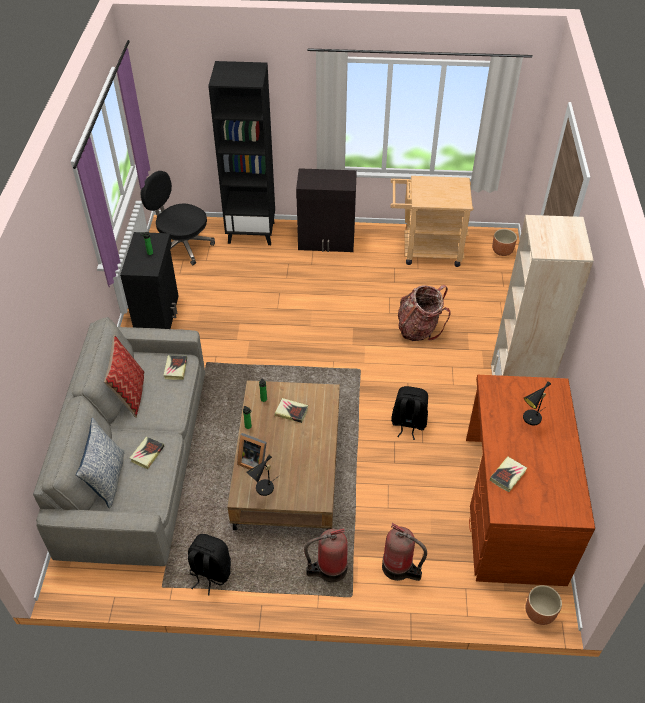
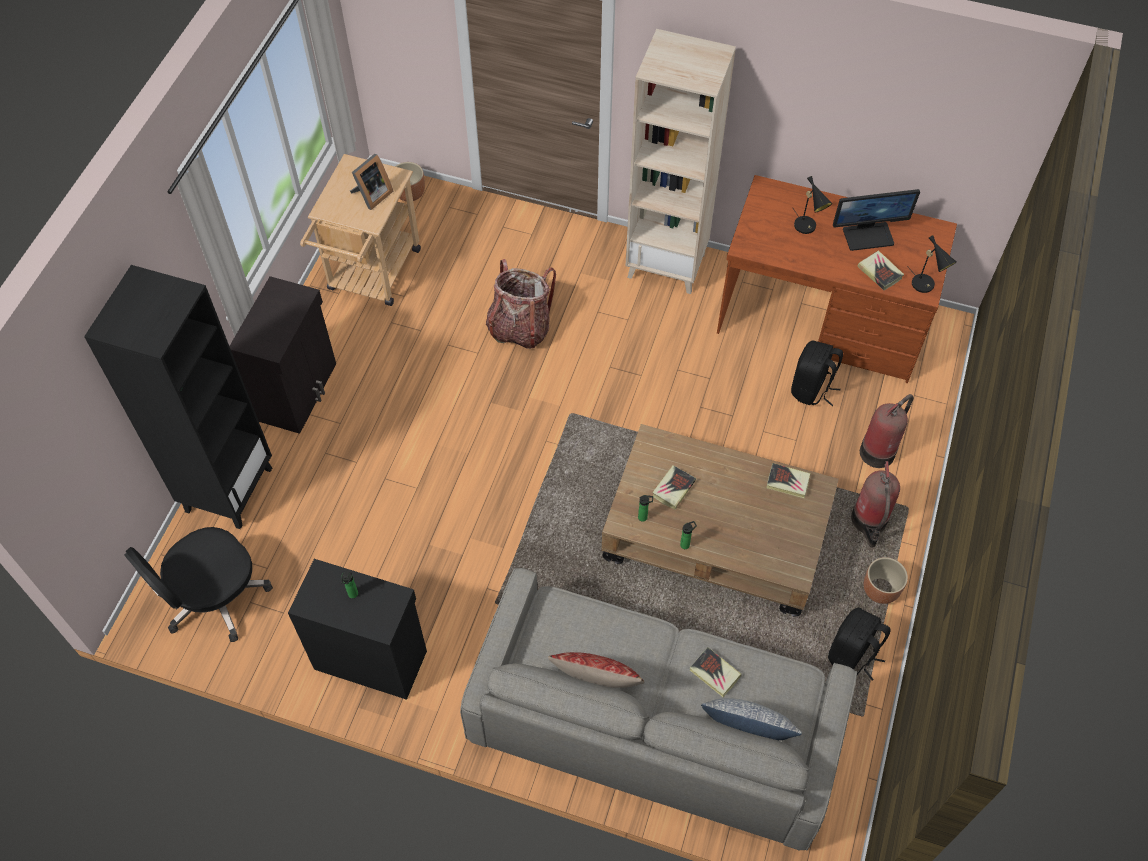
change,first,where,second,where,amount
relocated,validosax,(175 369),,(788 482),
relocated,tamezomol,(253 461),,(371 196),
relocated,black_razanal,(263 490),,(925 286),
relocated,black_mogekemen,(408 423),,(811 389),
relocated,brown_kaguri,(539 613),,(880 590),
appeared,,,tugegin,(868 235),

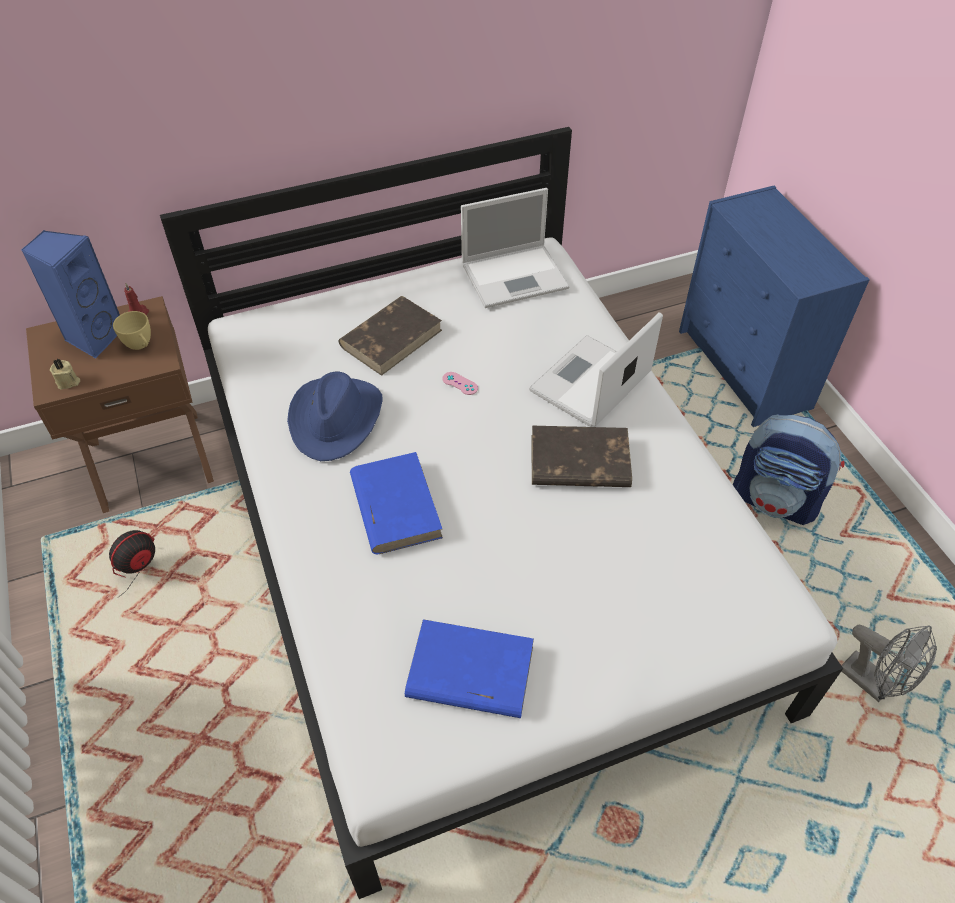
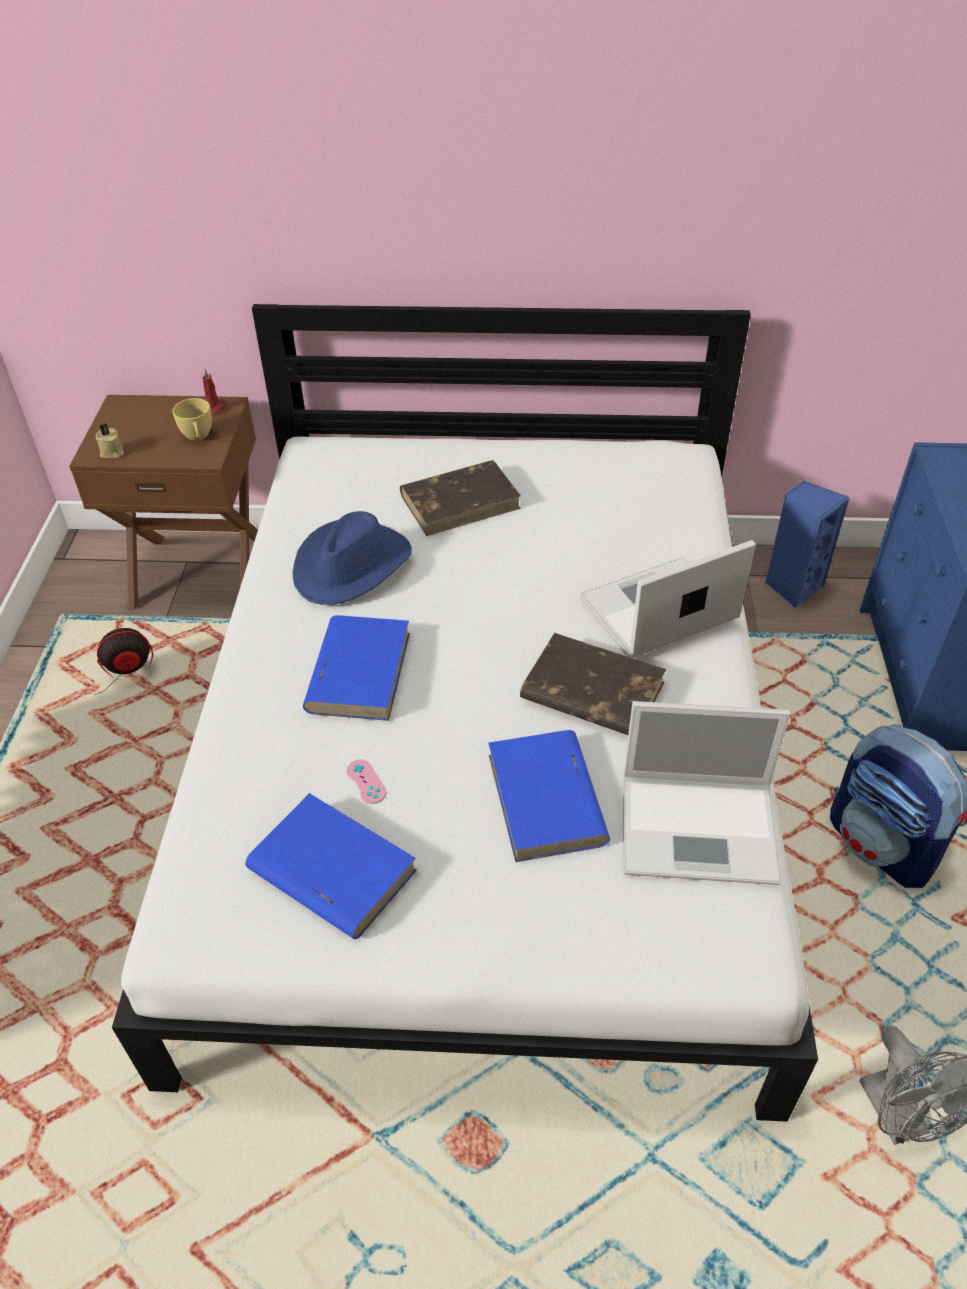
change,first,where,second,where,amount
relocated,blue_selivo,(94 337),,(792 587),
relocated,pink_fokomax,(460 383),,(366 781),
relocated,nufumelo,(516 275),,(701 828),
appeared,,,blue_validosax,(547 800),

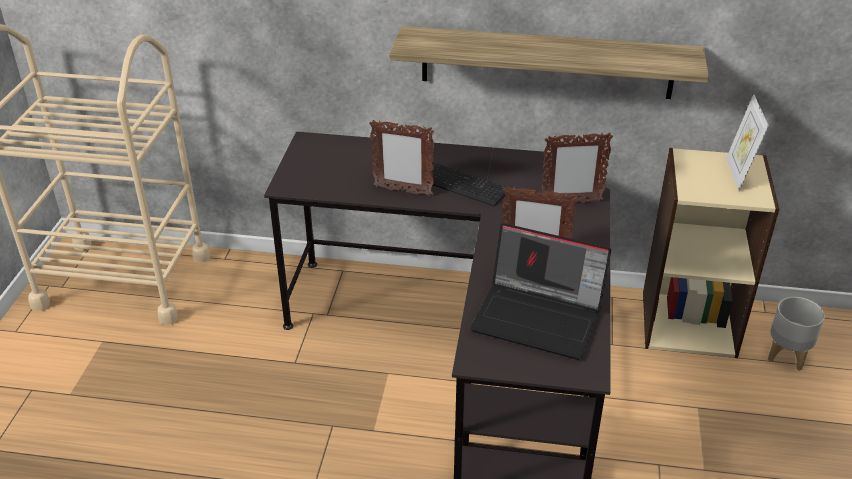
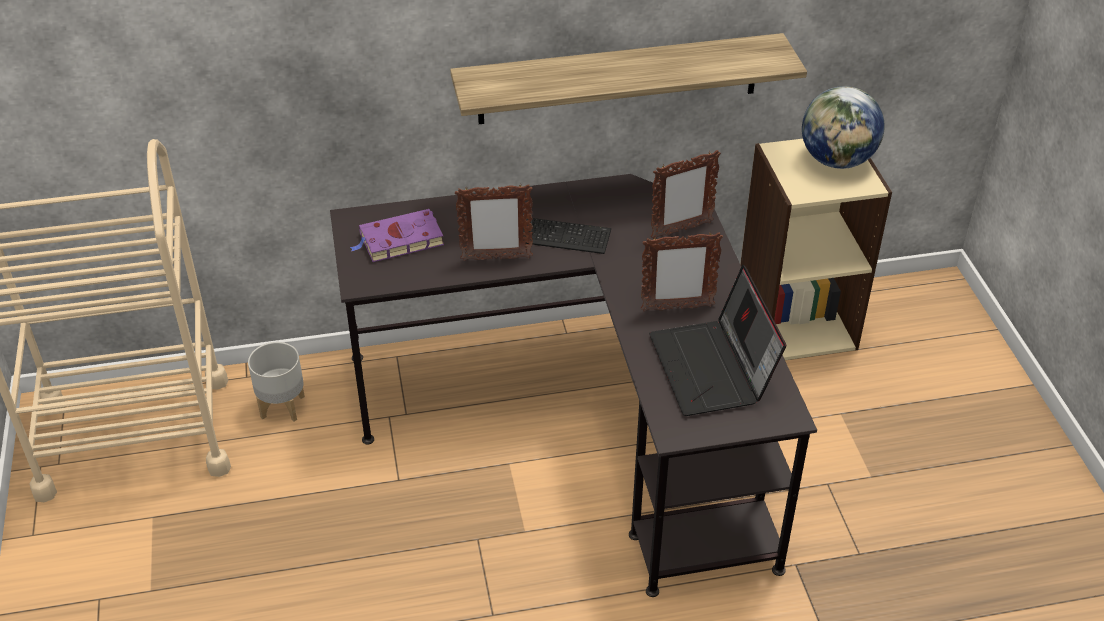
change,first,where,second,where,amount
spun,nufumelo,(539 317),,(713 369),75 degrees clockwise
exchanged,tamezomol,(738 174),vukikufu,(837 161),
relocated,grey_kaguri,(787 356),,(283 407),
appeared,,,purple_validosax,(399 240),

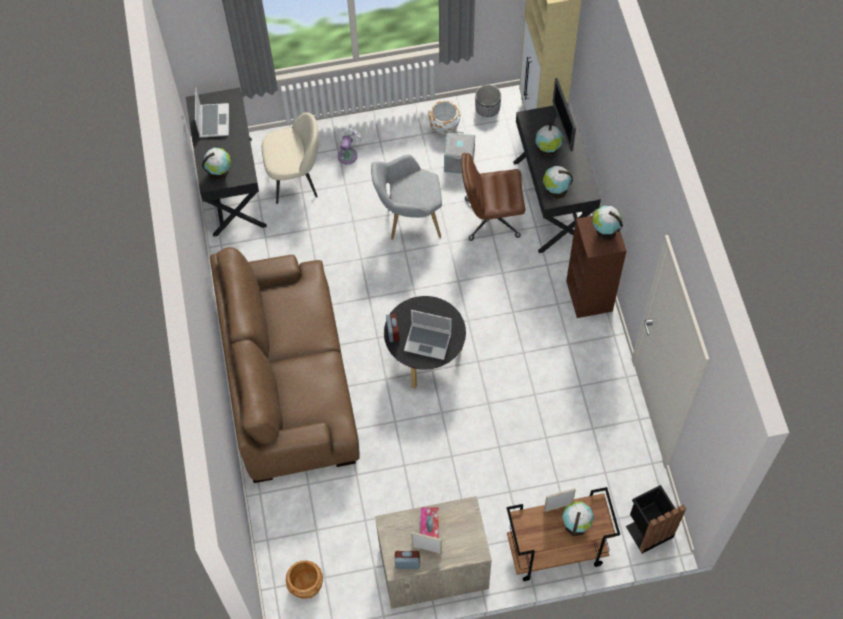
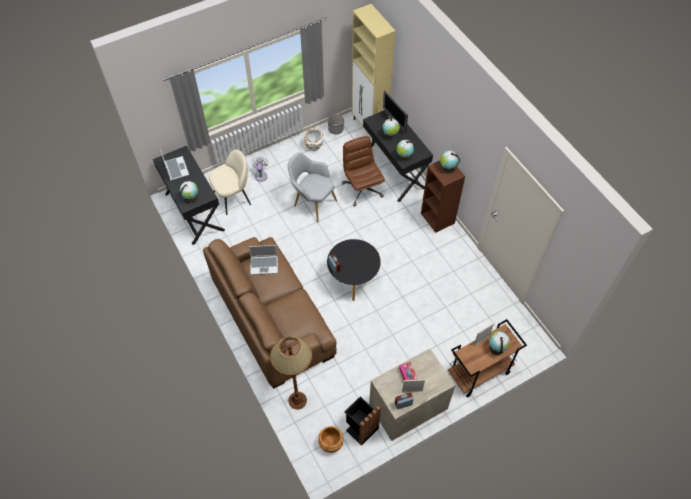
change,first,where,second,where,amount
spun,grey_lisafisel,(409 219),,(312 202),60 degrees clockwise
relocated,nufumelo,(428 341),,(264 265),
missing,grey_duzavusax,(460 161),,,
spun,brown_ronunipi,(491 218),,(362 189),90 degrees clockwise
relocated,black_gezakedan,(648 530),,(361 428),
appeared,,,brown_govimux,(297 400),

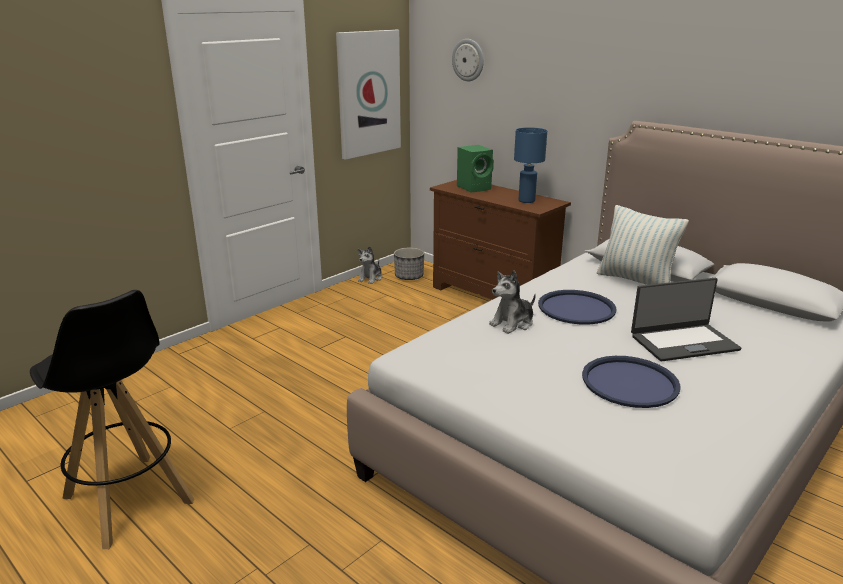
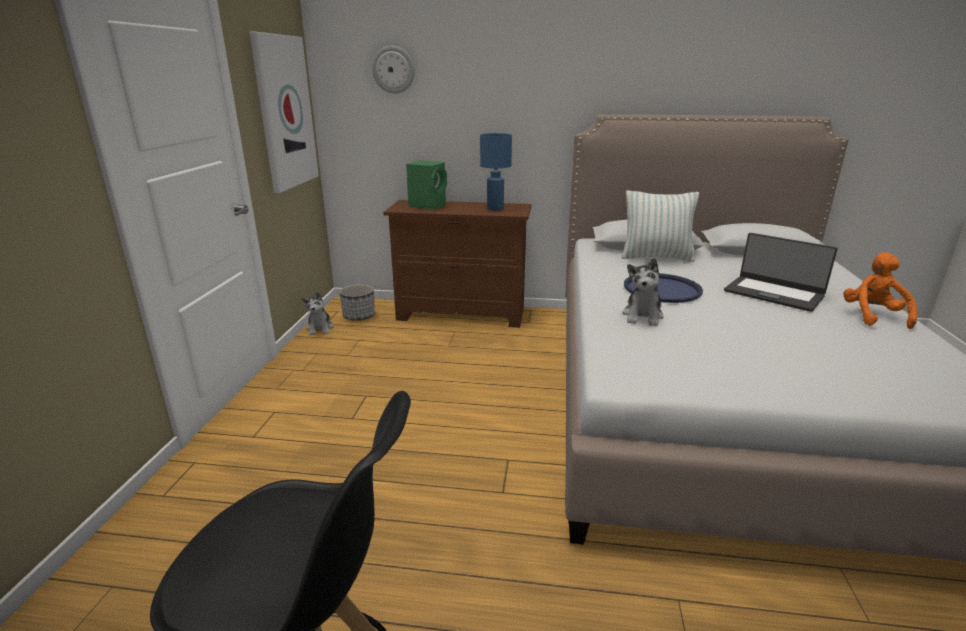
change,first,where,second,where,amount
missing,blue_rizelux,(630 382),,,
spun,nufumelo,(683 342),,(773 293),90 degrees clockwise
appeared,,,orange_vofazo,(872 316),

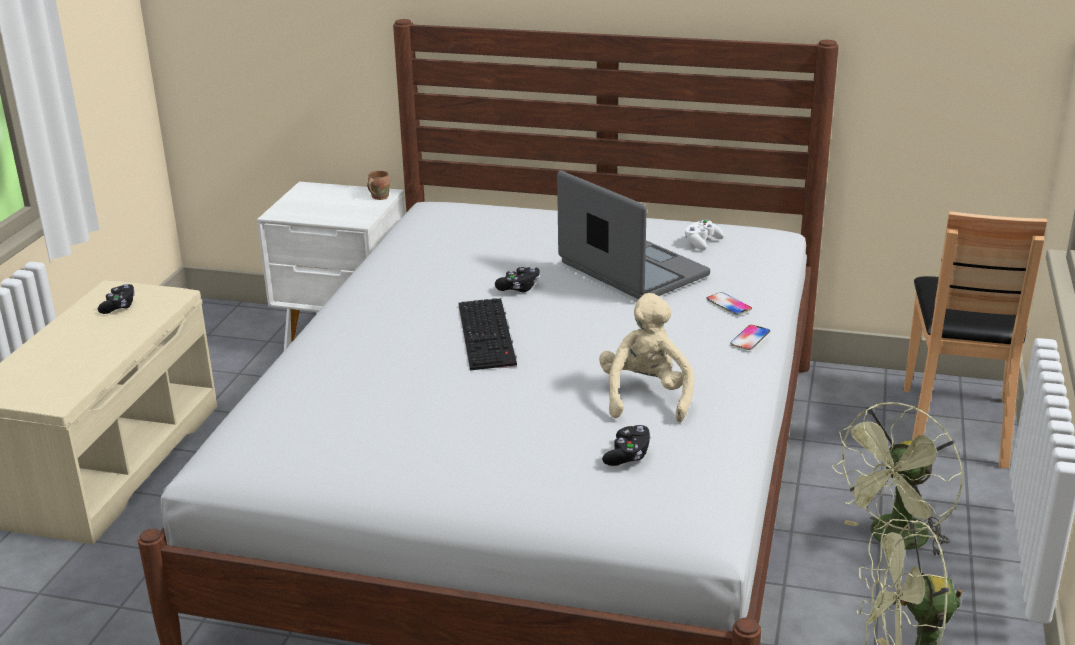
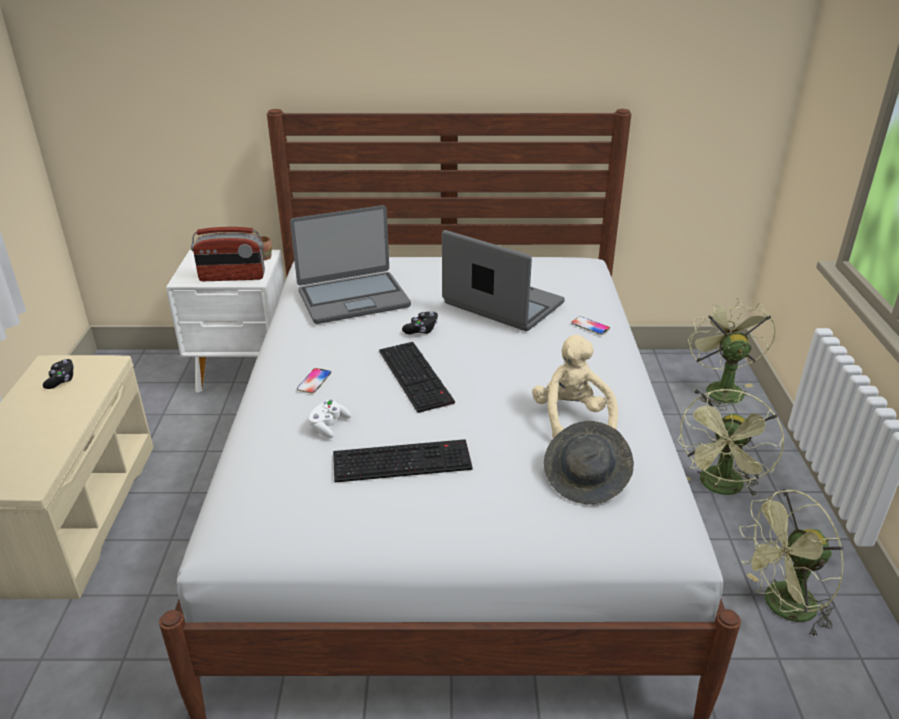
change,first,where,second,where,amount
exchanged,black_fokomax,(628 456),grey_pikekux,(587 478),
relocated,white_fokomax,(702 243),,(329 426),
relocated,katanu,(750 338),,(314 381),
exchanged,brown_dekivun,(956 426),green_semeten,(720 388),
appeared,,,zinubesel,(232 277),
appeared,,,nufumelo,(353 298),
appeared,,,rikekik,(403 460),

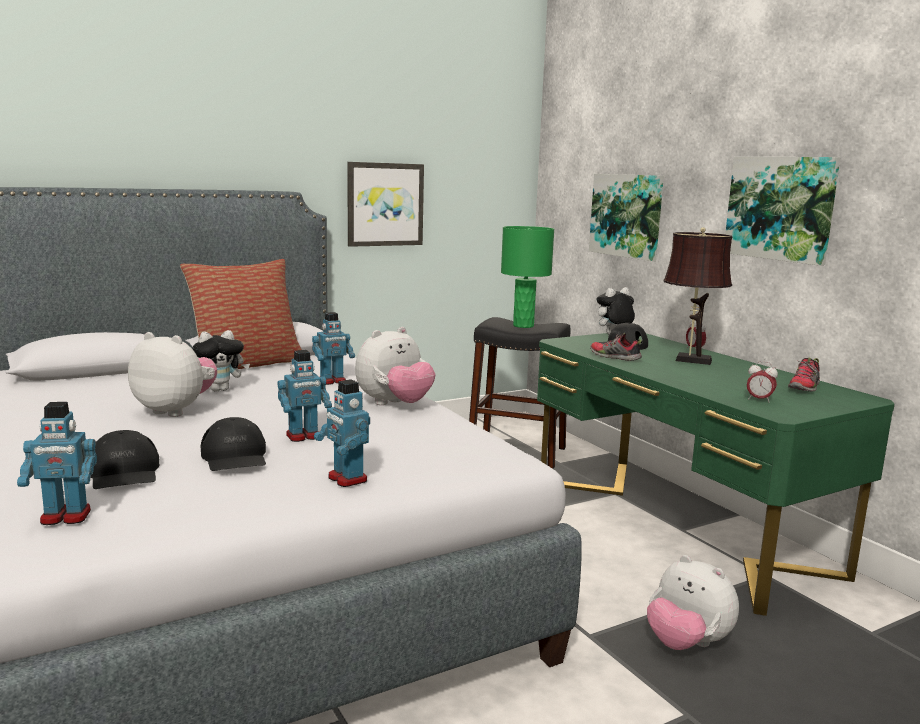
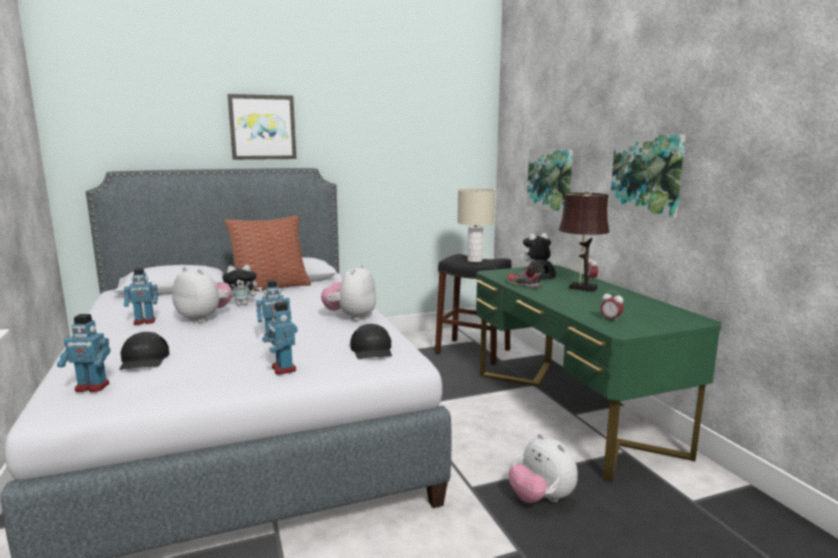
change,first,where,second,where,amount
relocated,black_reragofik,(235 457),,(372 350),
relocated,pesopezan,(332 381),,(144 322),
relocated,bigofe,(385 204),,(262 127),
spun,vofazo,(394 404),,(351 317),135 degrees clockwise
colour,green_razanal,(523 326),beige_razanal,(474 260),
missing,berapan,(804 388),,,

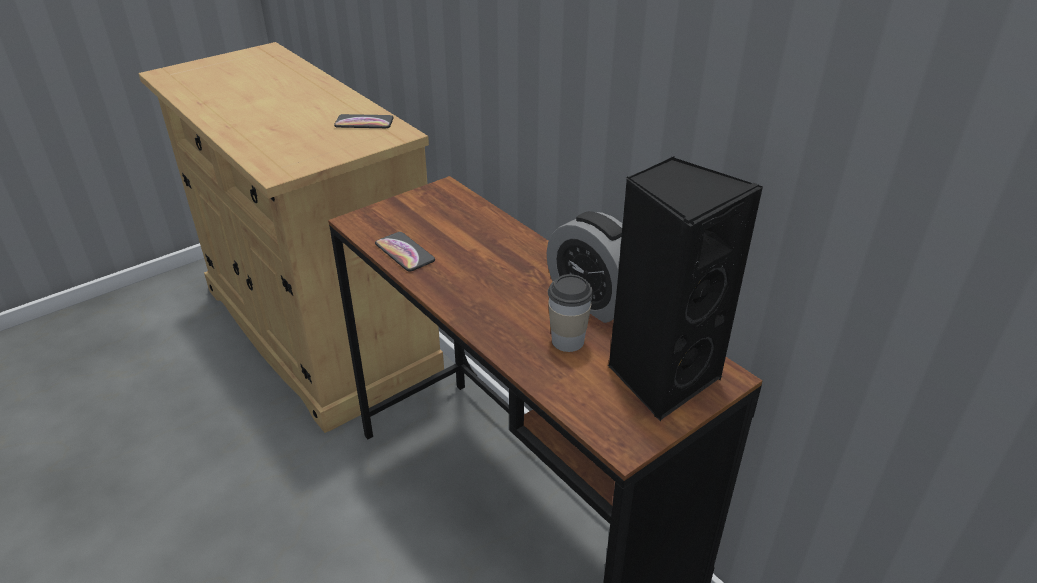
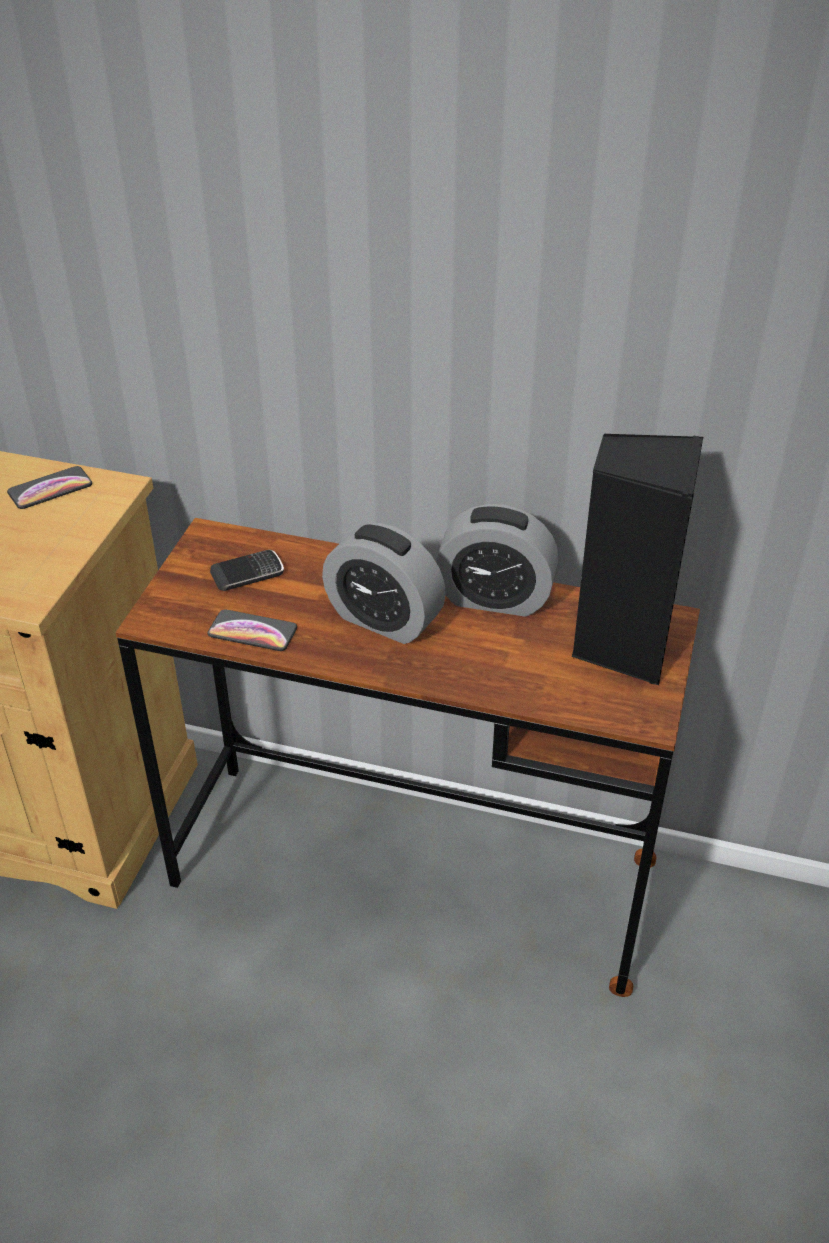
change,first,where,second,where,amount
missing,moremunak,(567 340),,,
appeared,,,katanu,(247 574),
appeared,,,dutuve,(384 619),

